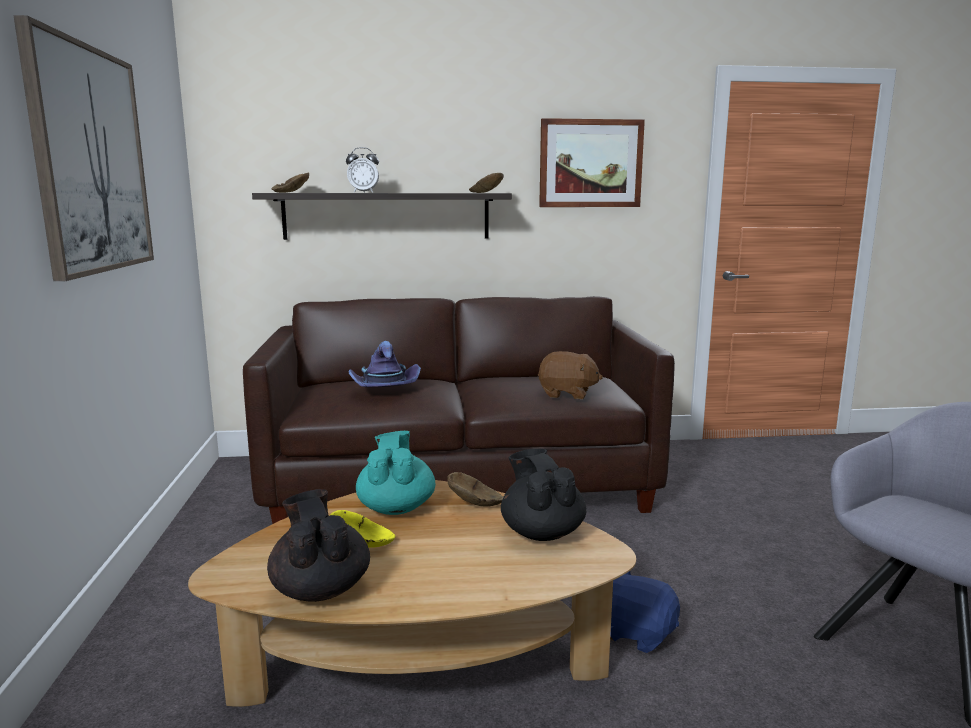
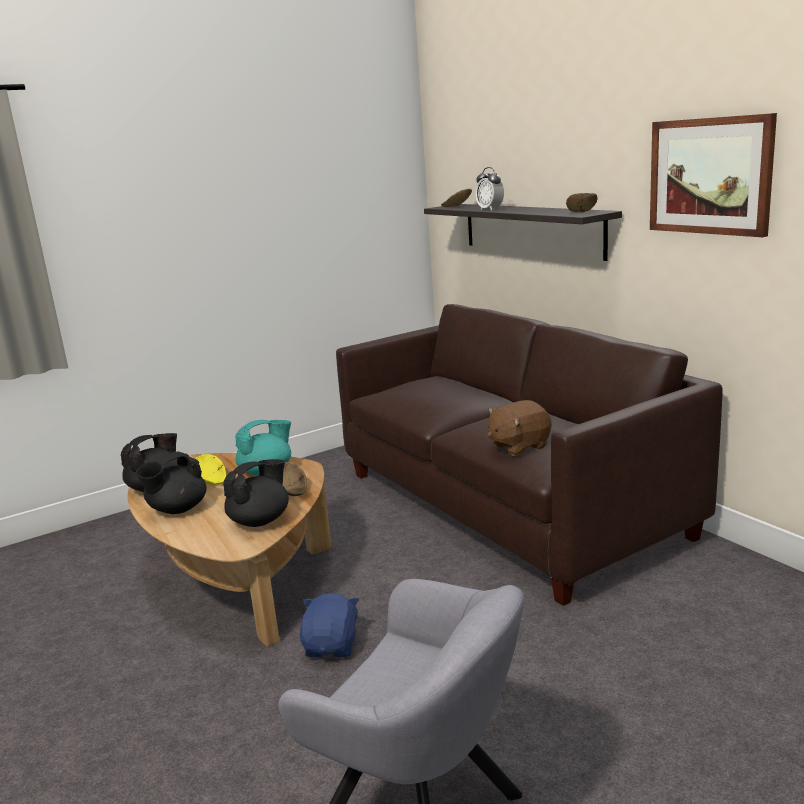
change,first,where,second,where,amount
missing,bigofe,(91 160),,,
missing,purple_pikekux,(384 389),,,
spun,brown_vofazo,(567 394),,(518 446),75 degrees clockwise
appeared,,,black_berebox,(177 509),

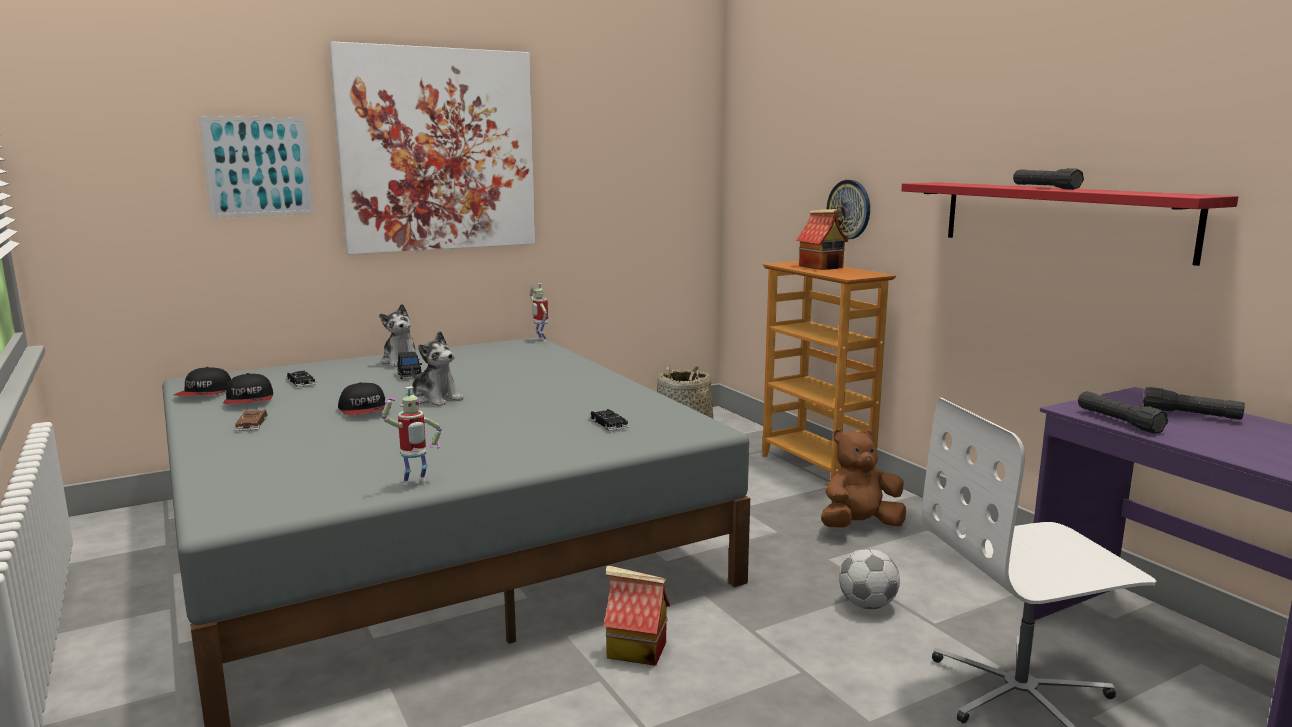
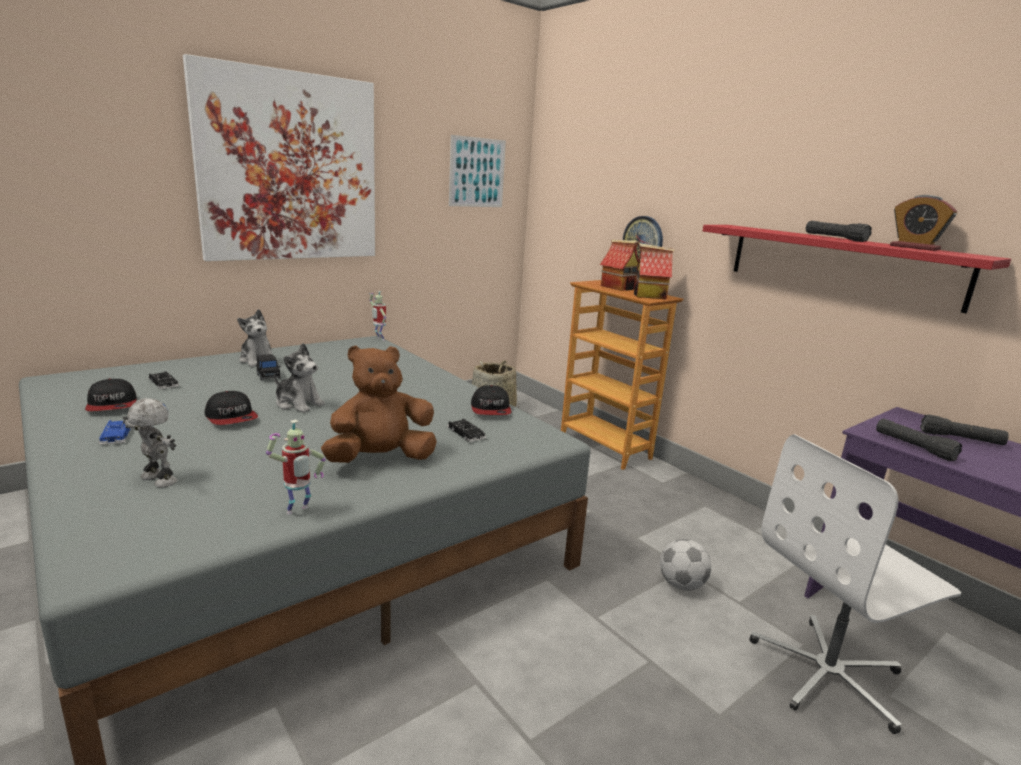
change,first,where,second,where,amount
relocated,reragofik,(205 393),,(491 409),
relocated,bigofe,(258 166),,(477 172),
colour,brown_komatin,(252 424),blue_komatin,(117 435),
relocated,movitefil,(635 650),,(649 296),
relocated,brown_vofazo,(859 526),,(380 459),
appeared,,,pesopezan,(157 480),
appeared,,,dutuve,(914 247),

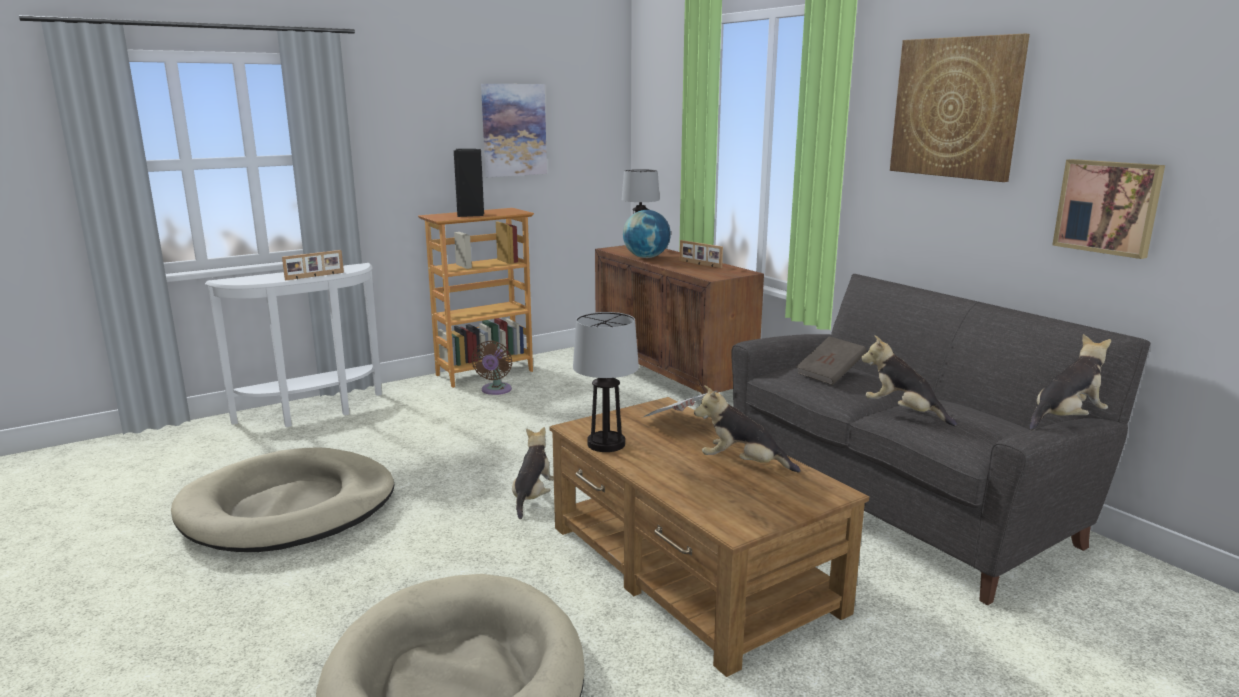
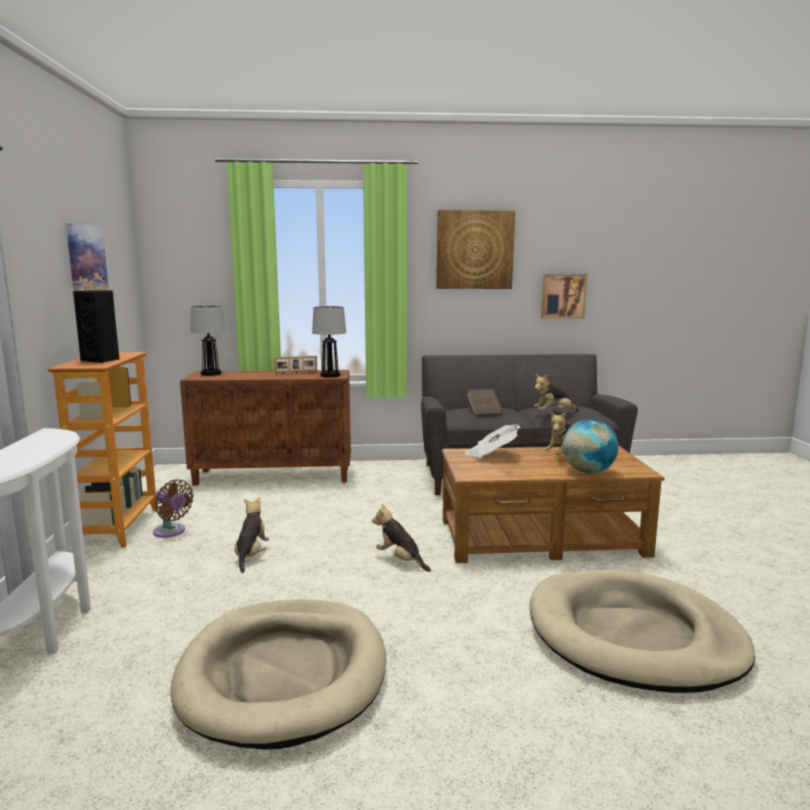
change,first,where,second,where,amount
missing,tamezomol,(315 276),,,
relocated,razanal,(605 444),,(330 375),
relocated,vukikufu,(646 257),,(588 471),
relocated,vofazo,(1065 419),,(251 555),

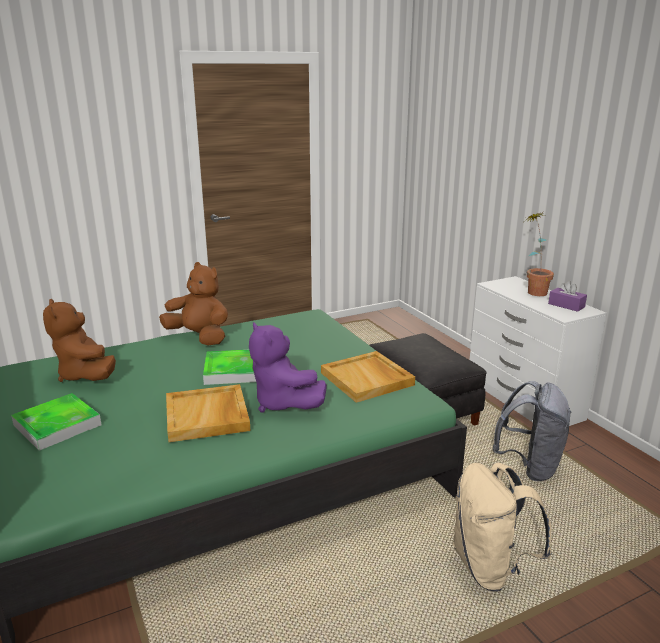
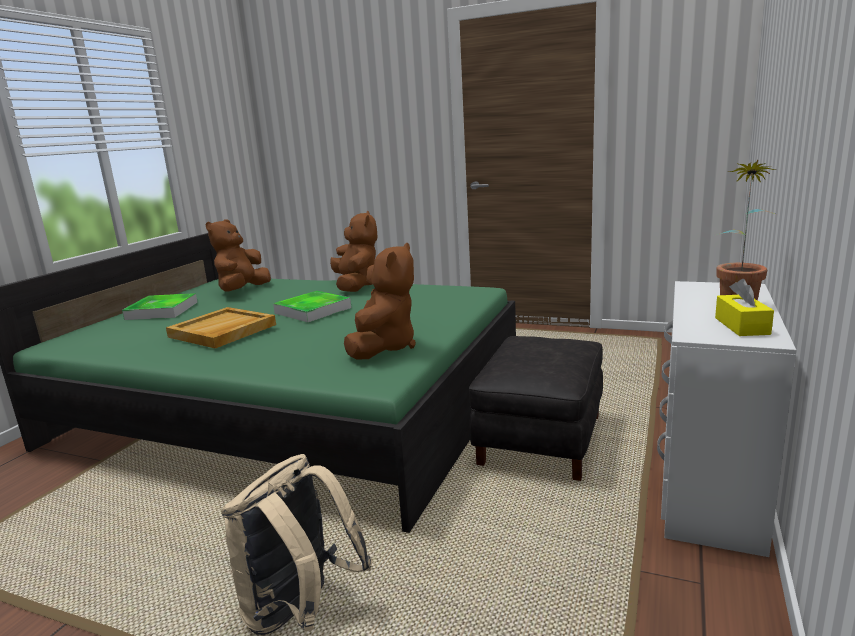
change,first,where,second,where,amount
missing,purple_vofazo,(283 403),,,
exchanged,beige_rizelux,(368 379),brown_vofazo,(384 347),
missing,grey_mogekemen,(529 466),,,
colour,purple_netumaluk,(566 305),yellow_netumaluk,(741 326),

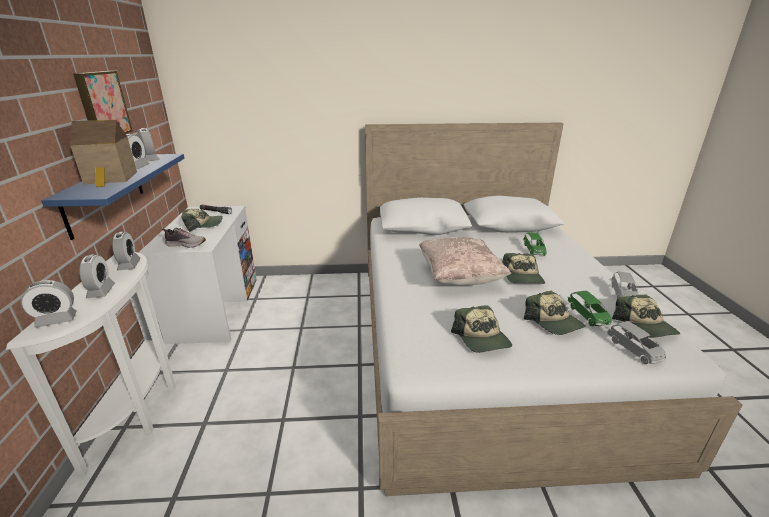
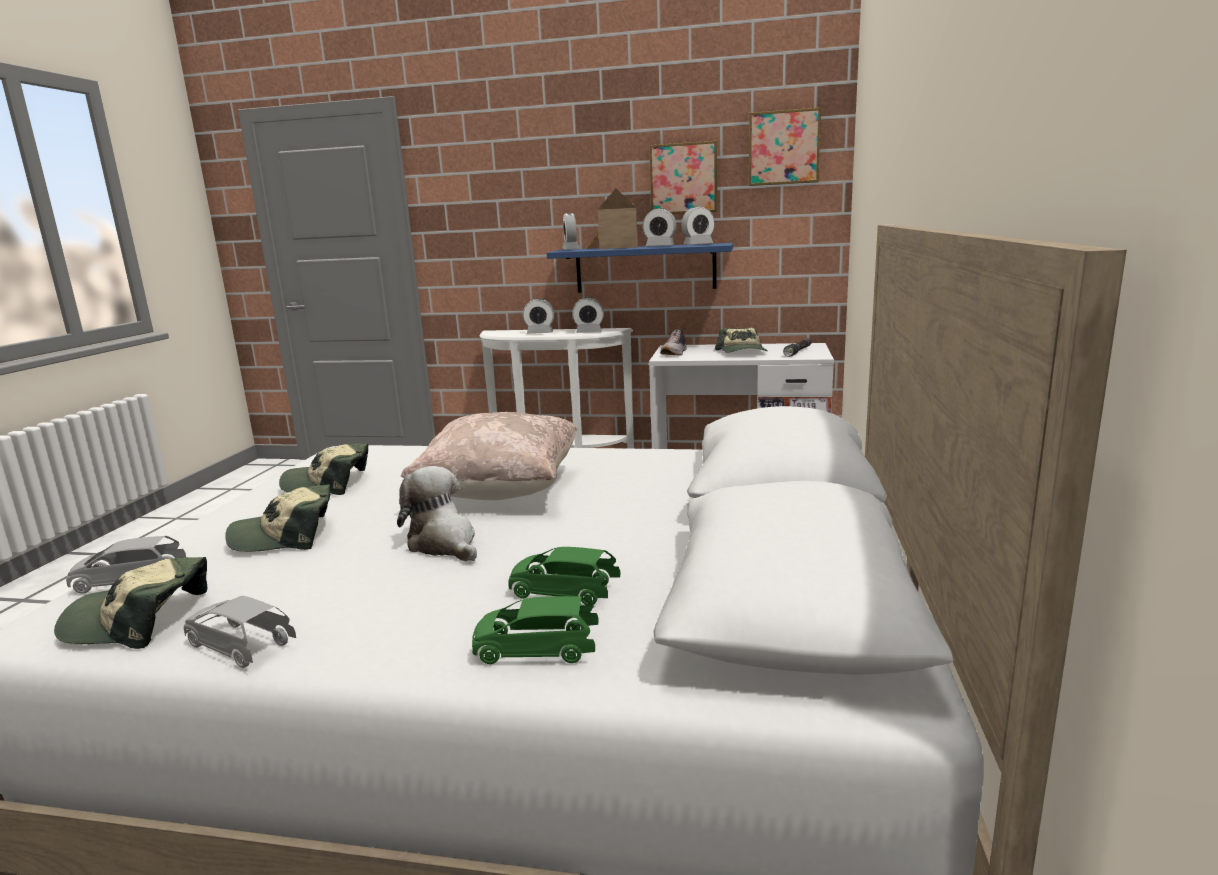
change,first,where,second,where,amount
relocated,dutuve,(56 320),,(570 249),
exchanged,reragofik,(522 277),vofazo,(444 543),
relocated,green_komatin,(588 315),,(536 650),
appeared,,,bigofe,(783 148),

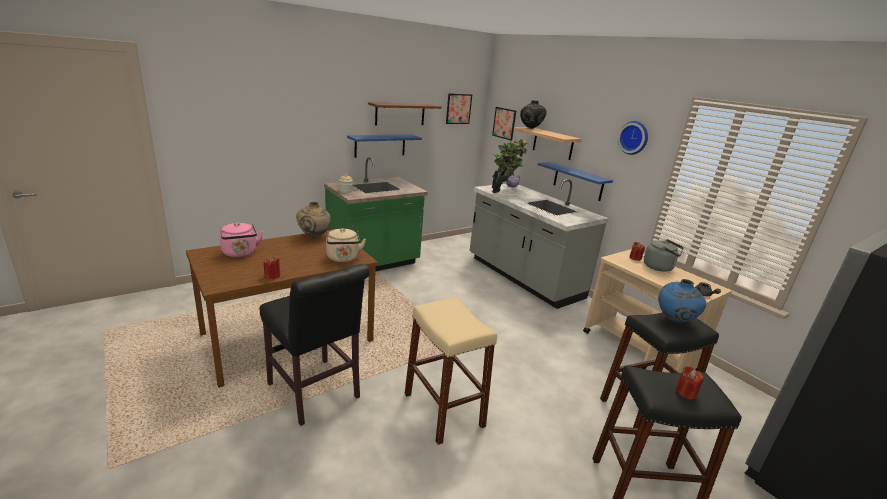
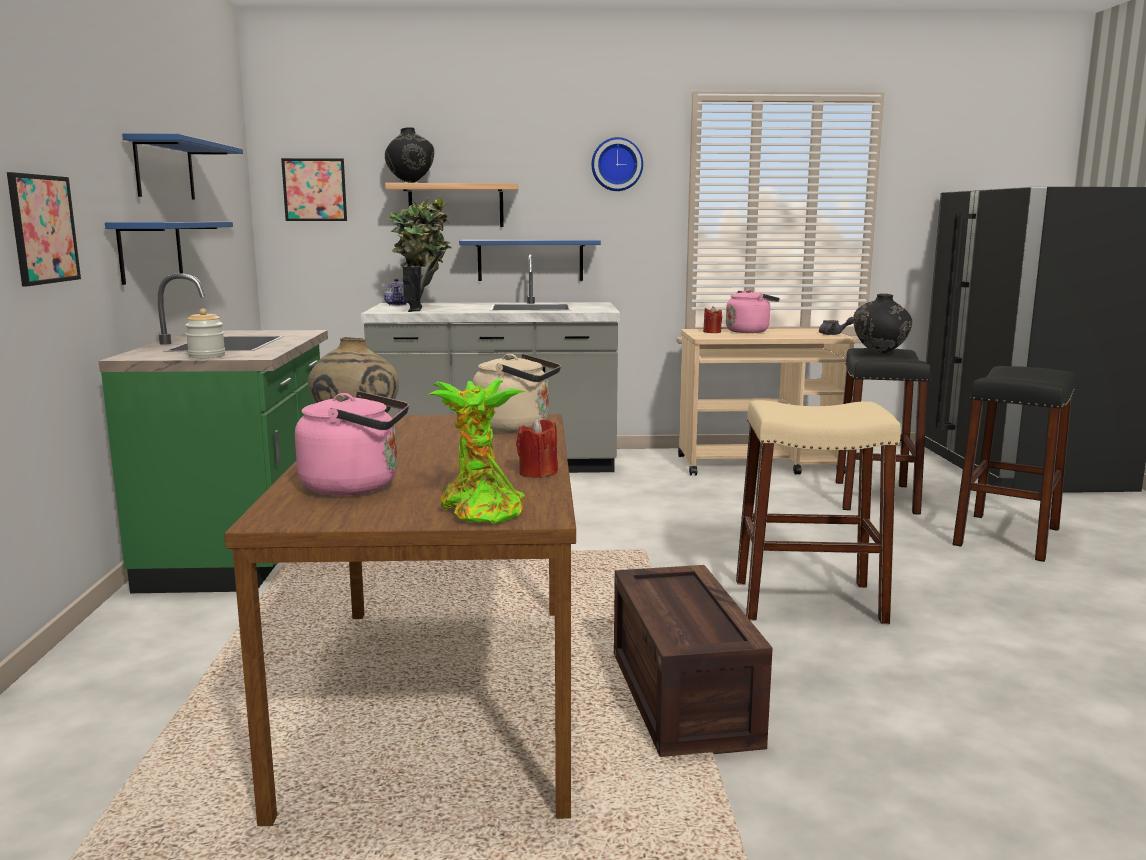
change,first,where,second,where,amount
exchanged,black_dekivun,(316 393),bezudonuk,(687 699),
colour,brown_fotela,(400 114),blue_fotela,(165 170),
relocated,bigofe,(458 109),,(43 229),
colour,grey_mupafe,(660 267),pink_mupafe,(749 331),
colour,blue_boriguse,(674 320),black_boriguse,(880 354),
missing,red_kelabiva,(686 392),,,
appeared,,,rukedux,(479 510),

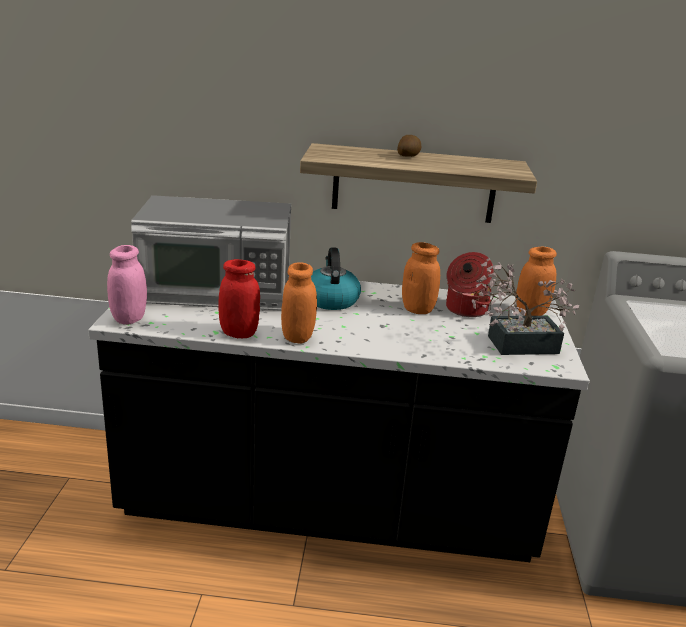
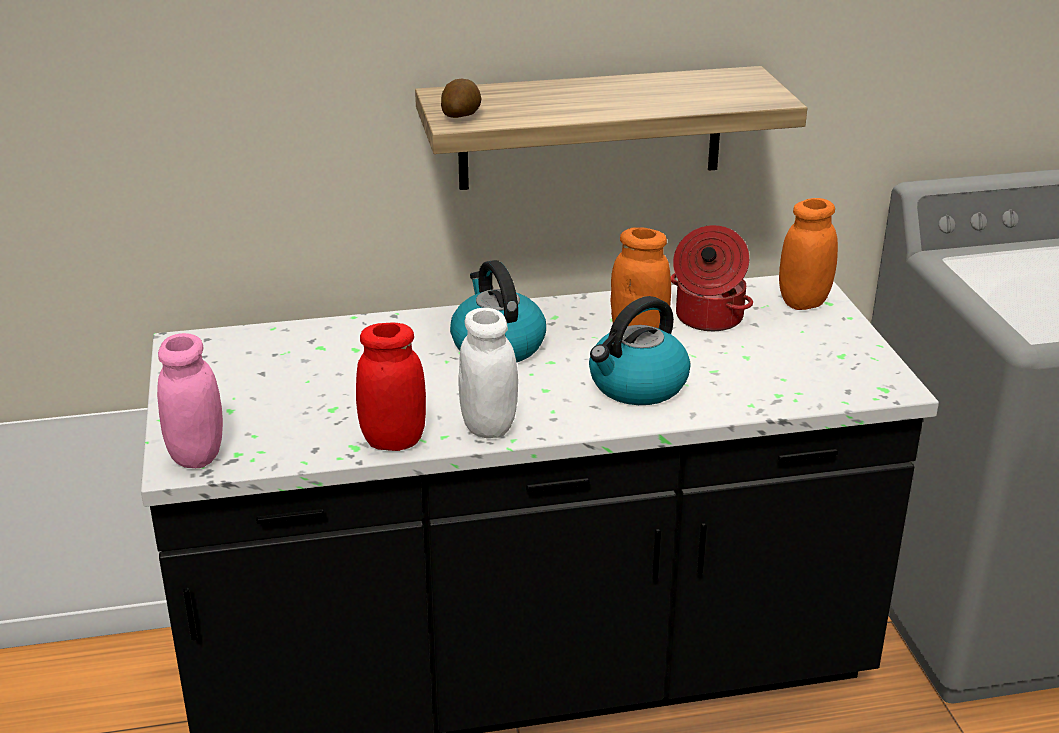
change,first,where,second,where,amount
missing,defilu,(217 291),,,
colour,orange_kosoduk,(298 337),white_kosoduk,(488 426),
relocated,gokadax,(408 156),,(461 116),
missing,rukedux,(514 344),,,
appeared,,,mupafe,(637 386),

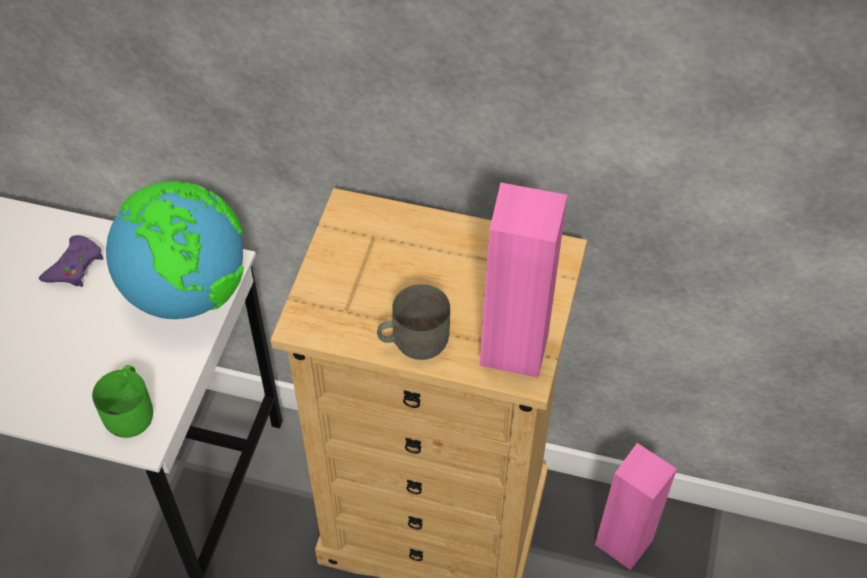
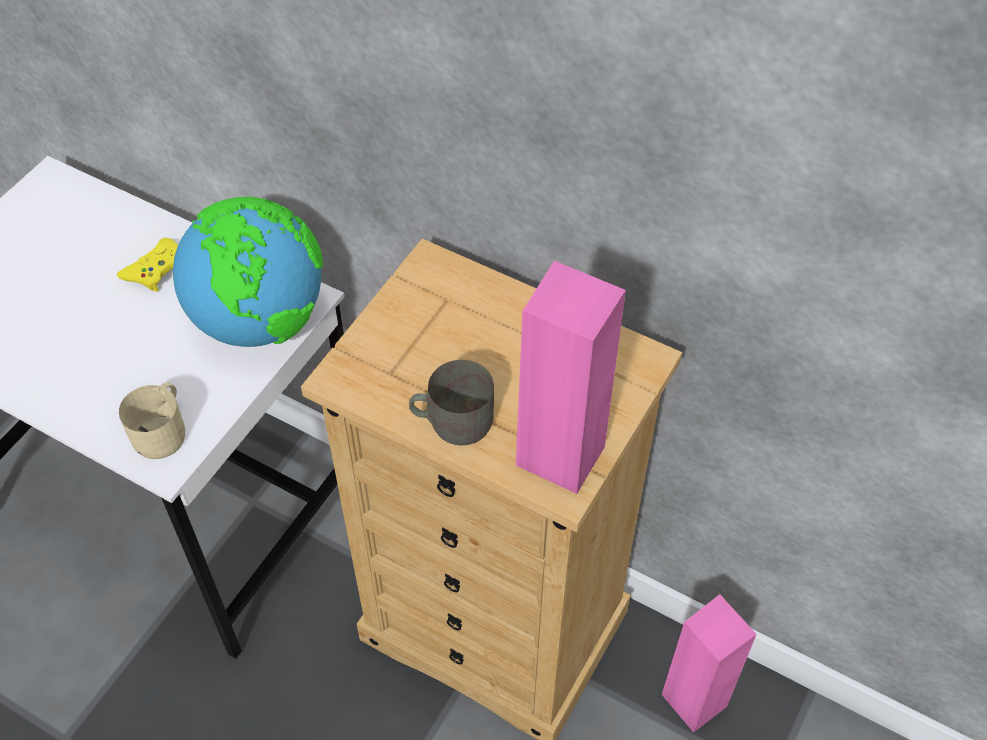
change,first,where,second,where,amount
colour,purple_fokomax,(74 266),yellow_fokomax,(156 269),
colour,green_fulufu,(131 410),beige_fulufu,(163 431),

